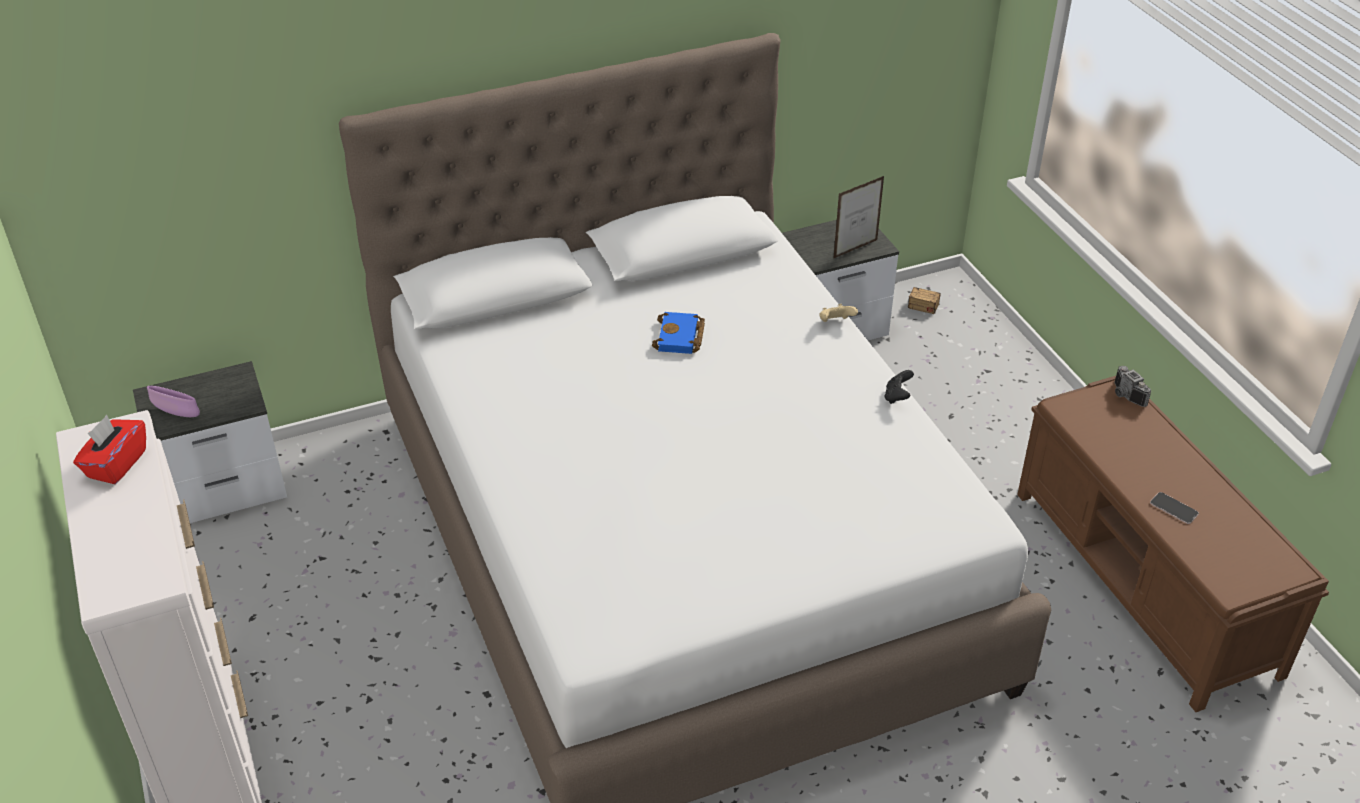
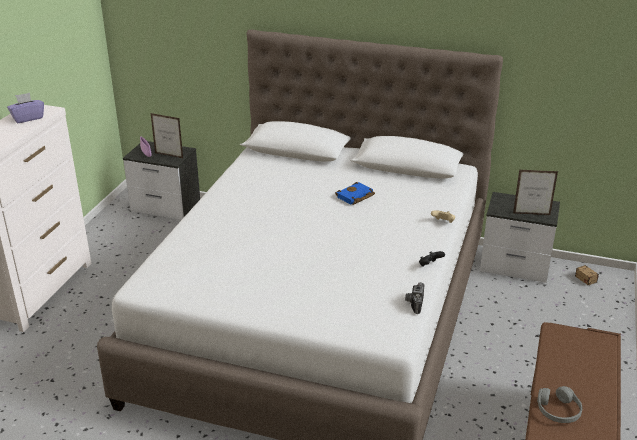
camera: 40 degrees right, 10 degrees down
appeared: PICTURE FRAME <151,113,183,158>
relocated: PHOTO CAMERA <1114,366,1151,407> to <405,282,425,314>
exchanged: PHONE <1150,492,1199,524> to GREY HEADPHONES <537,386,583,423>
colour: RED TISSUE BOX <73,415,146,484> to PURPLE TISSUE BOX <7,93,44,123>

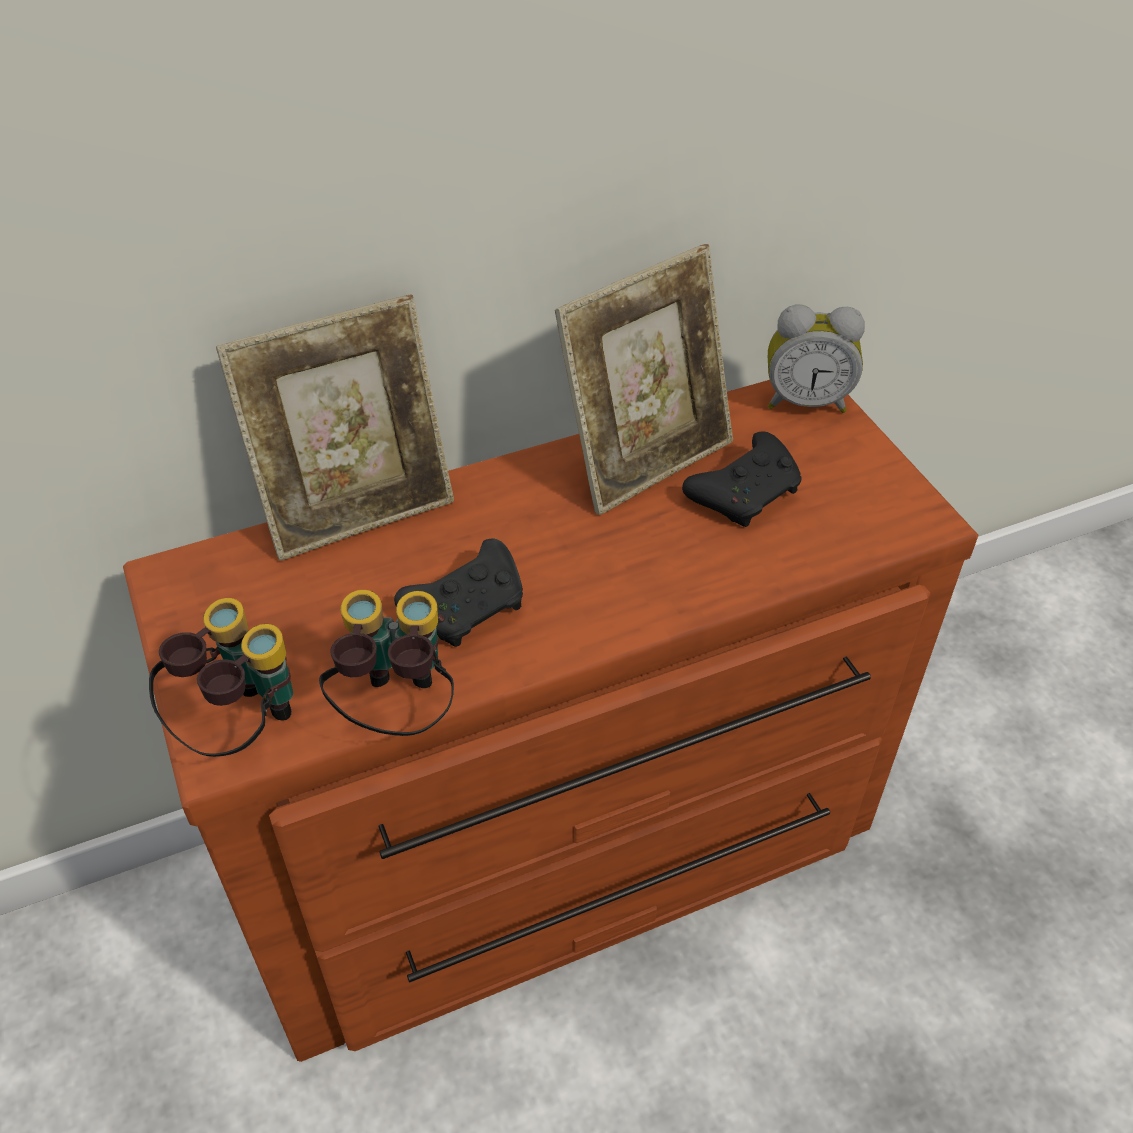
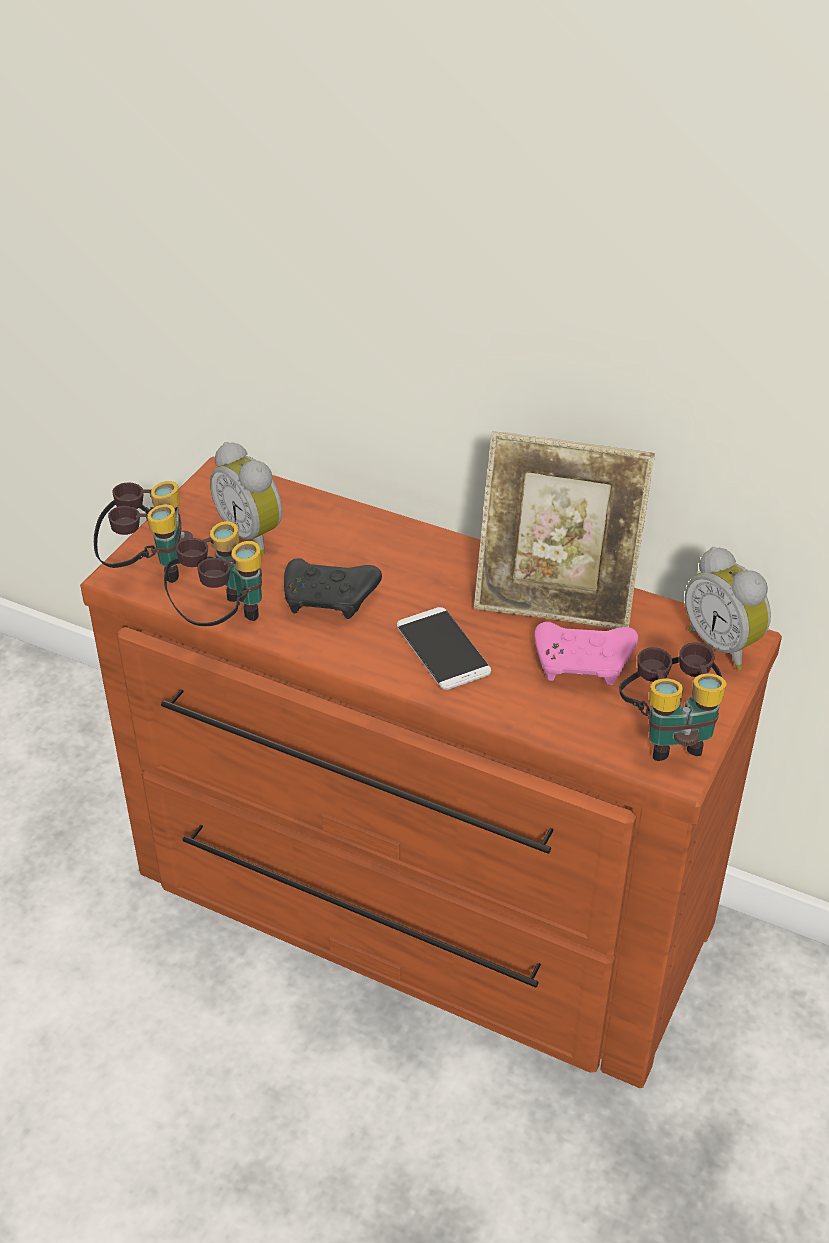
camera: 50 degrees right, 5 degrees down
missing: PICTURE FRAME <216,294,454,561>
appeared: ALARM CLOCK <210,442,282,555>; PHONE <397,607,491,690>; BINOCULARS <619,642,727,761>
colour: BLACK GAME CONTROLLER <682,431,802,527> to PINK GAME CONTROLLER <534,622,638,685>

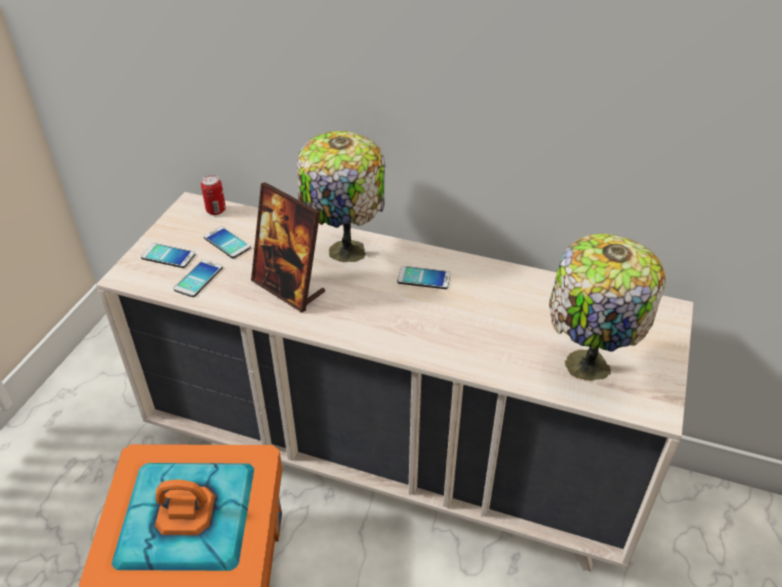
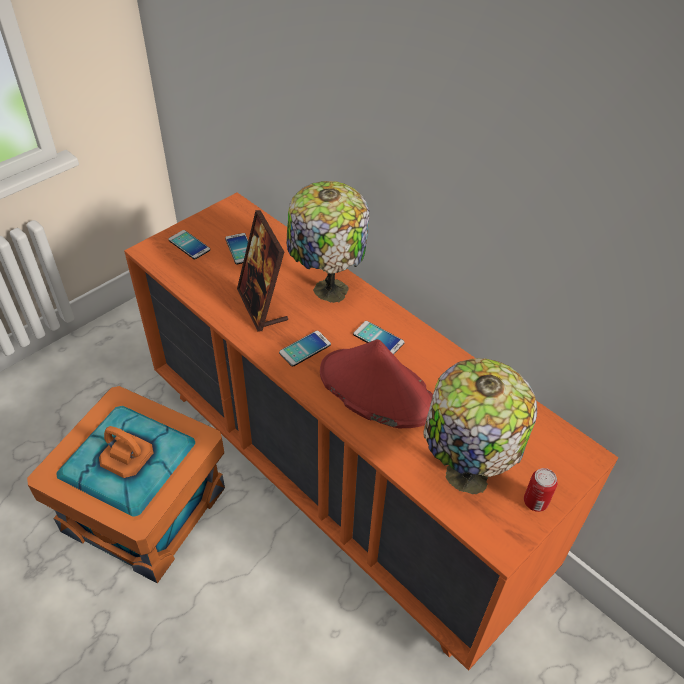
camera: 25 degrees right, 5 degrees up
appeared: RED HAT <320,339,433,428>
relocated: PHONE <174,259,223,297> to <279,331,331,367>; CAN <201,175,226,215> to <524,468,558,512>
colour: BEIGE DRESSER <96,192,694,572> to ORANGE DRESSER <124,193,618,671>

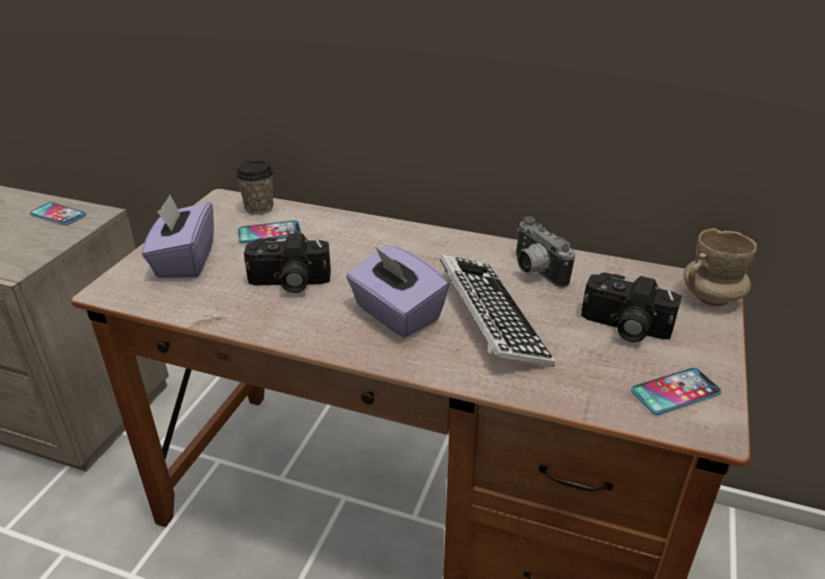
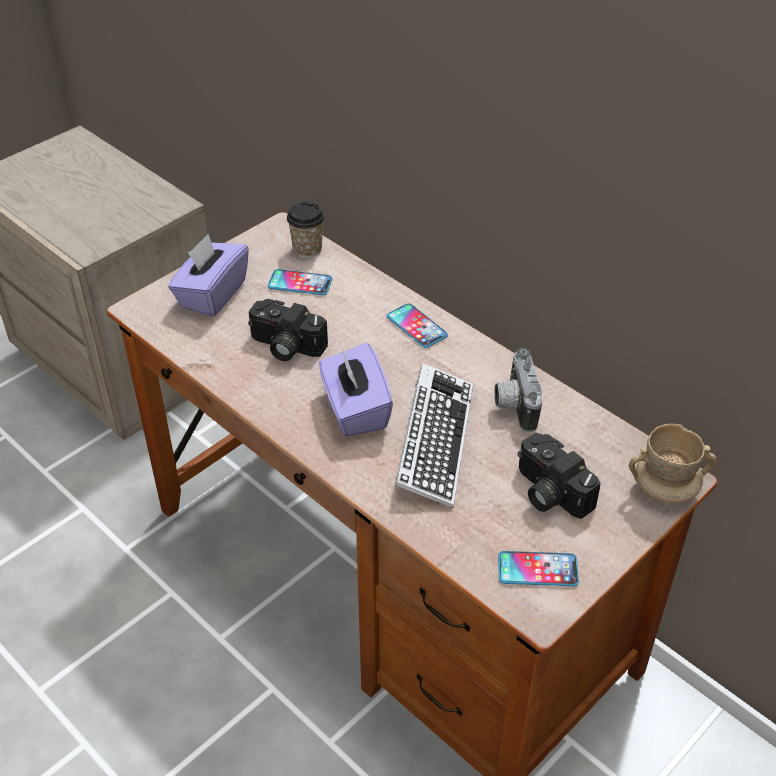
camera: 25 degrees right, 10 degrees up
relocated: PHONE <30,202,86,225> to <387,304,448,348>

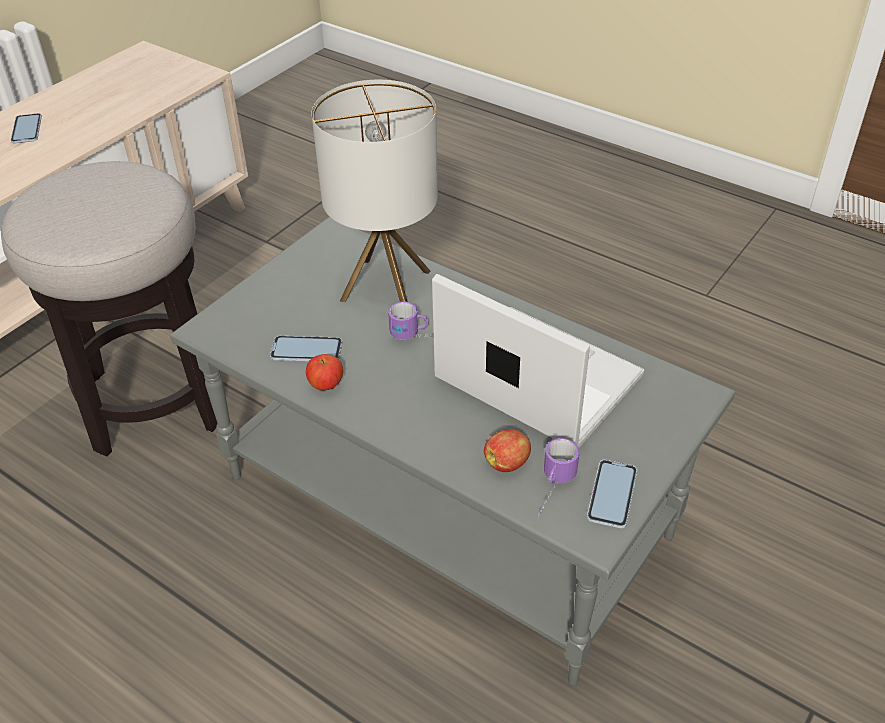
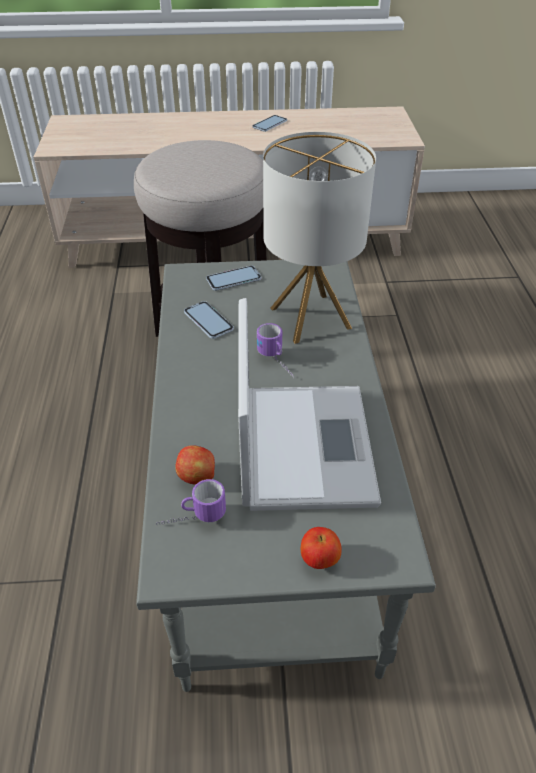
camera: 50 degrees right, 0 degrees up
relocated: PHONE <587,460,637,528> to <206,266,261,291>; APPLE <306,354,343,390> to <301,527,342,569>

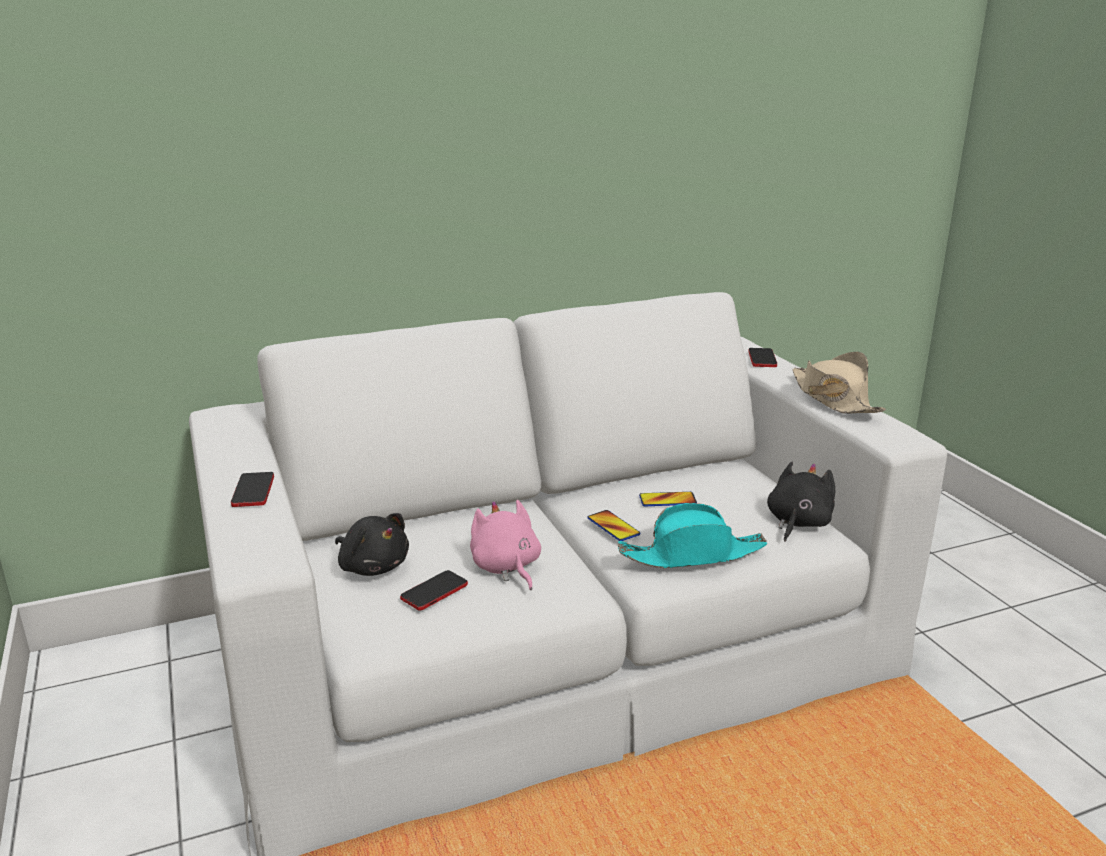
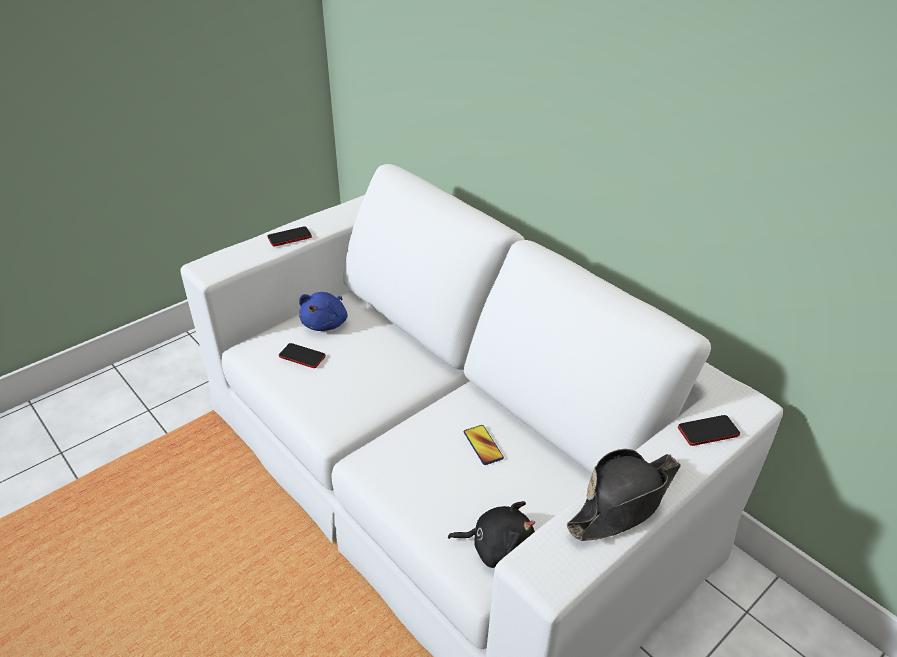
camera: 70 degrees right, 15 degrees up
missing: PINK PLUSH TOY <470,500,541,590>; PHONE <587,510,640,541>; TURQUOISE HAT <618,503,767,568>
colour: BLACK PLUSH TOY <335,513,409,576> to BLUE PLUSH TOY <299,292,347,331>; BEIGE HAT <793,352,886,414> to BLACK HAT <566,449,681,541>

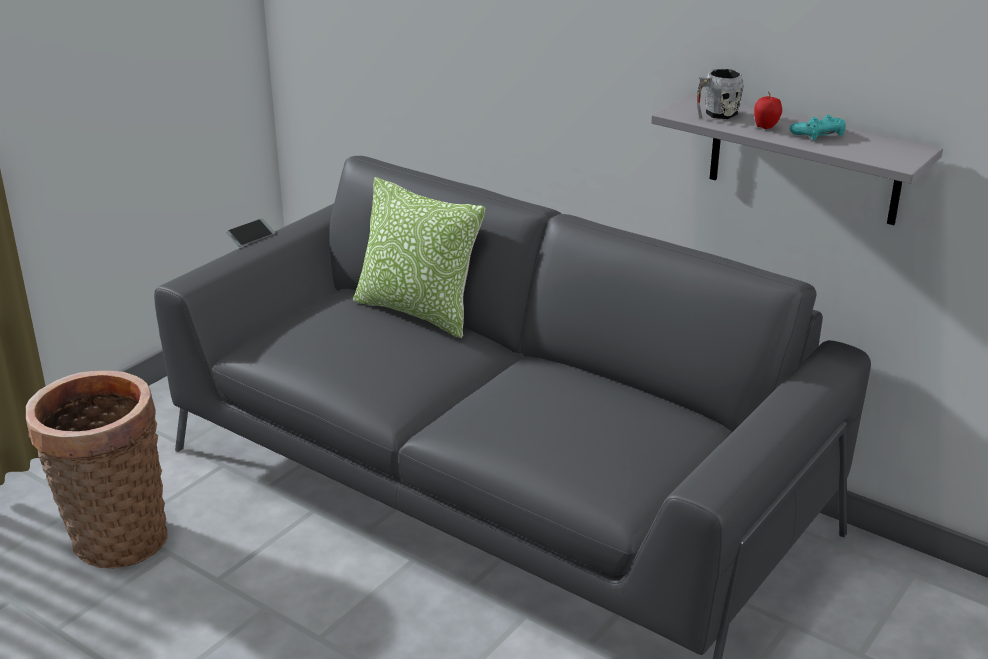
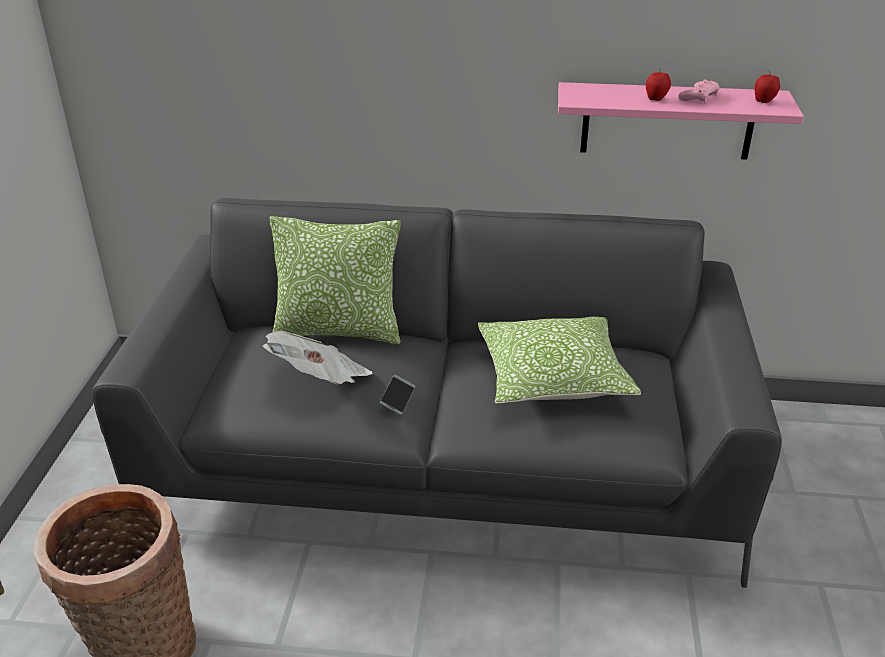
camera: 30 degrees left, 5 degrees up
missing: GREY MUG <697,69,744,119>
appeared: NEWSPAPER <262,331,372,385>; PILLOW <478,317,641,404>; APPLE <754,71,780,103>
relocated: PHONE <226,218,275,247> to <379,374,415,415>
colour: GREY SHELF <651,94,943,225> to PINK SHELF <558,82,804,160>; TURQUOISE GAME CONTROLLER <790,115,846,140> to PINK GAME CONTROLLER <678,79,720,103>

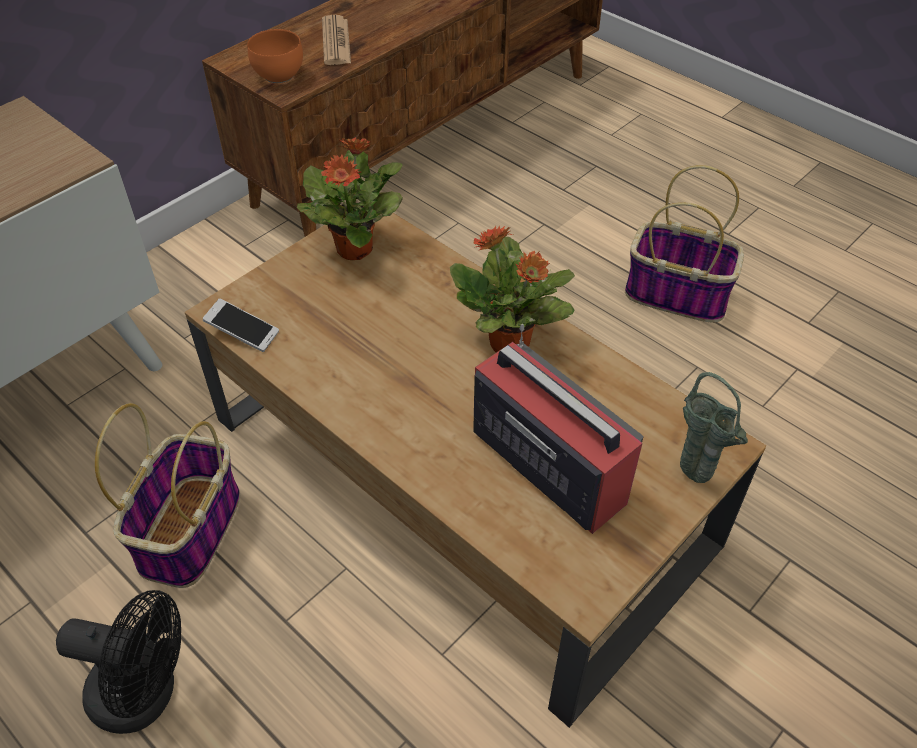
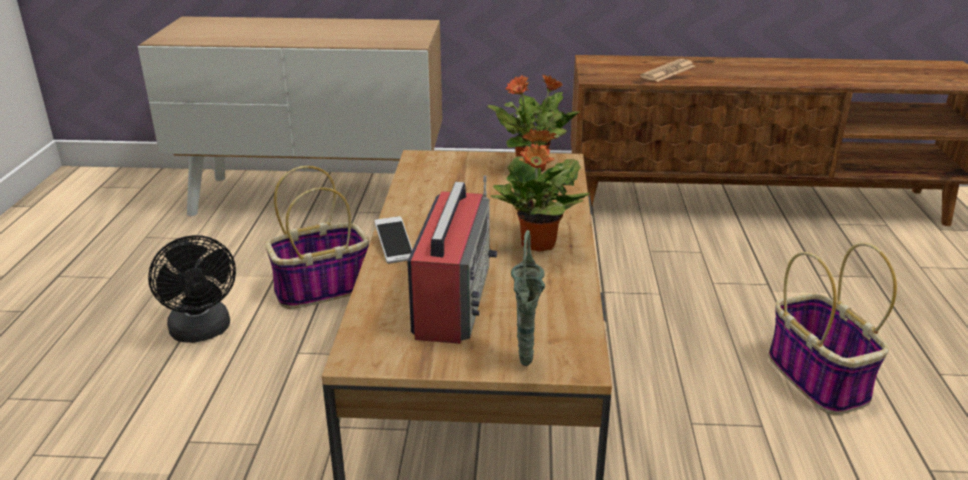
camera: 50 degrees right, 20 degrees down
missing: ORANGE BOWL <247,29,303,83>
relocated: PHONE <203,299,279,352> to <375,216,412,264>

